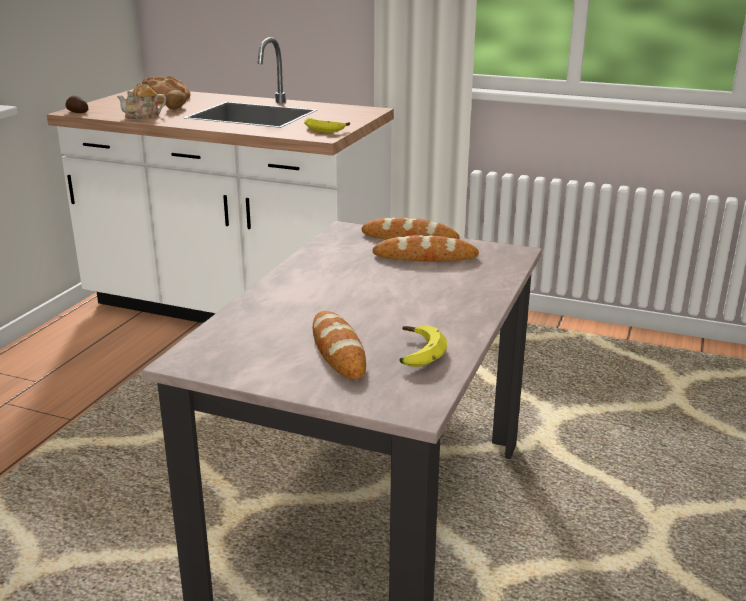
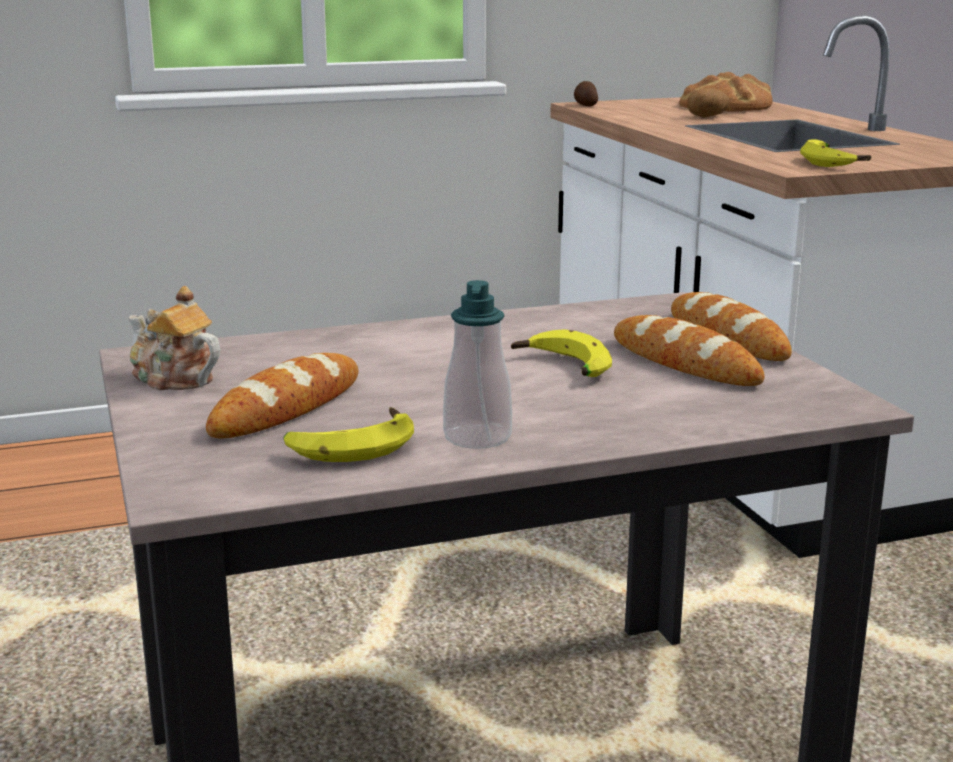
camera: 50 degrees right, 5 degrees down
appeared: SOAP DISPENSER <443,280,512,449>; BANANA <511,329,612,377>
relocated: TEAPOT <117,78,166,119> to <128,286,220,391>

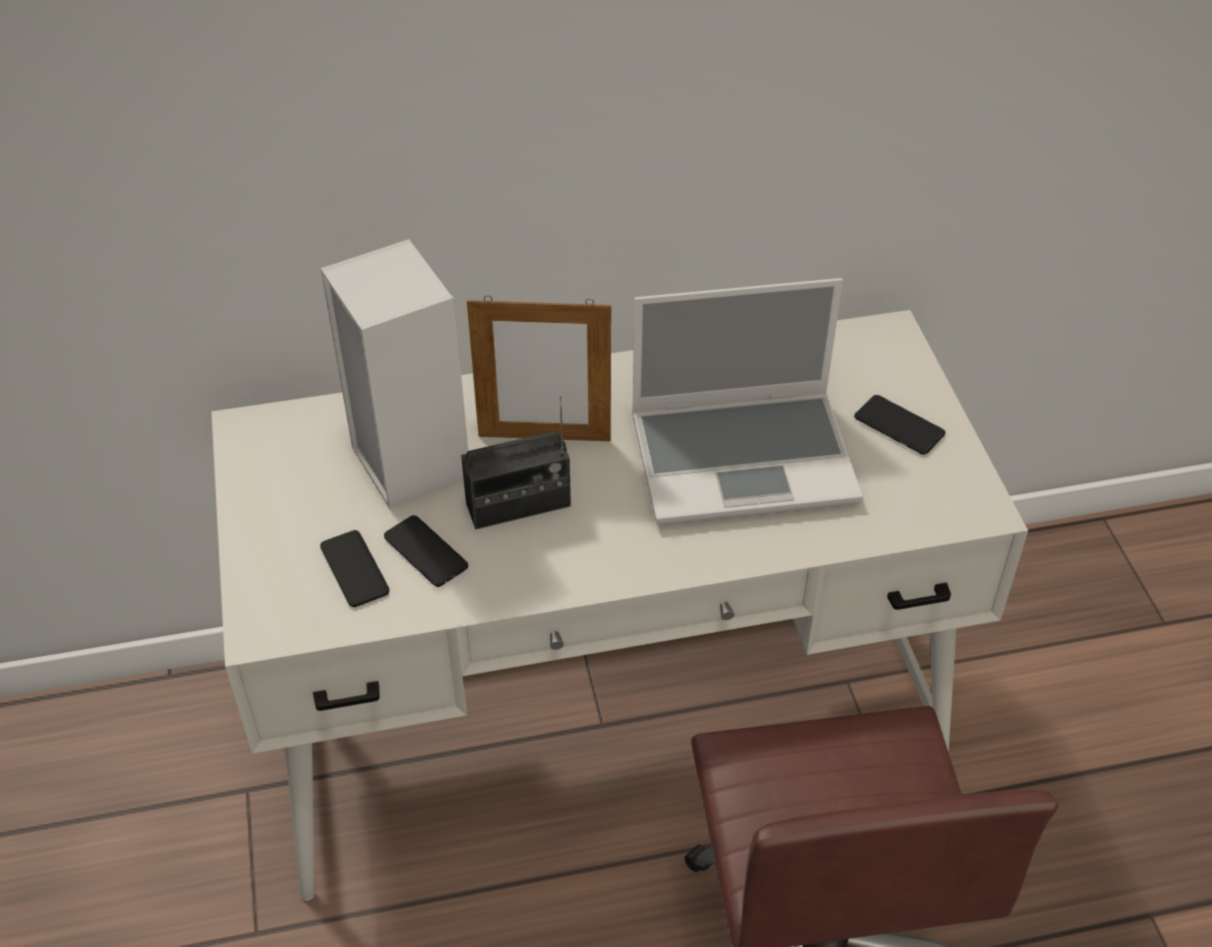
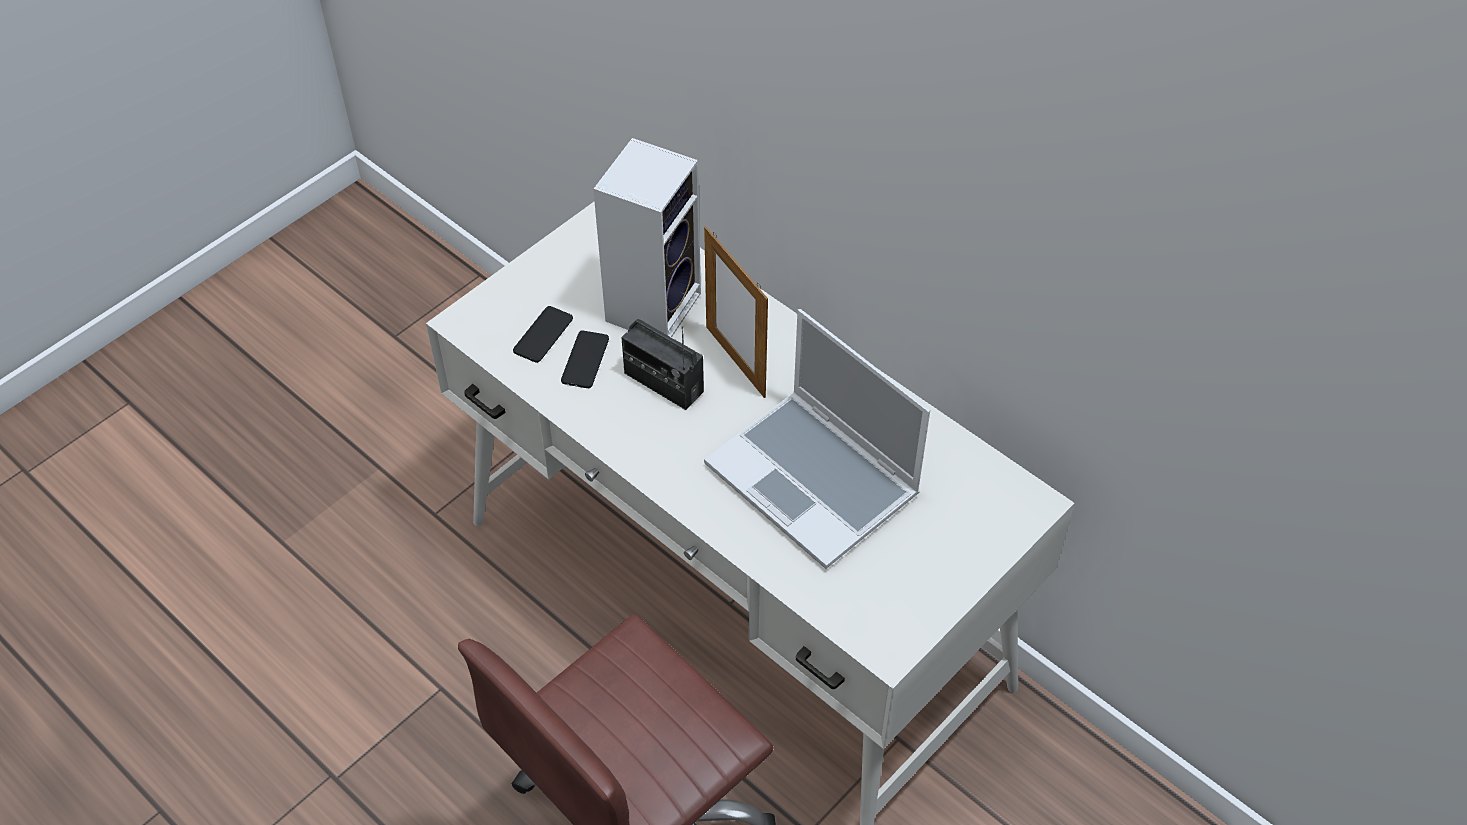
camera: 55 degrees right, 5 degrees up
missing: PHONE <854,395,946,455>

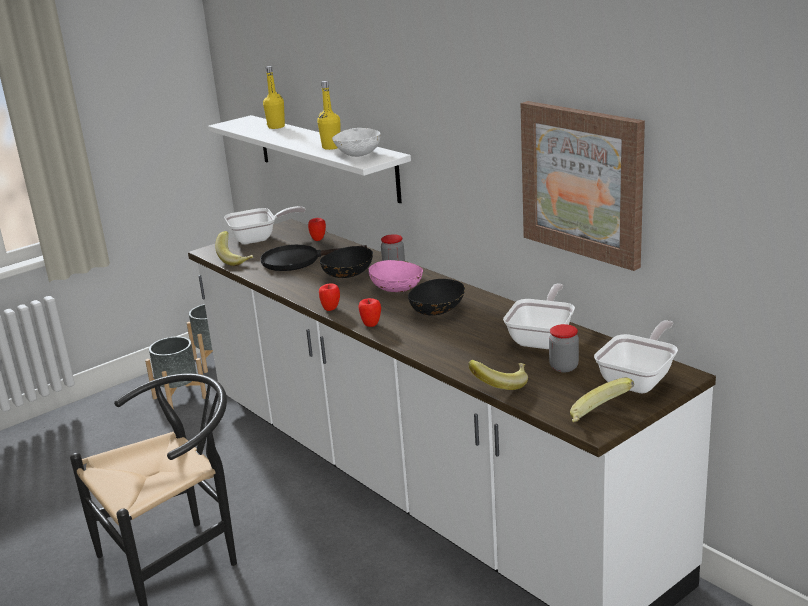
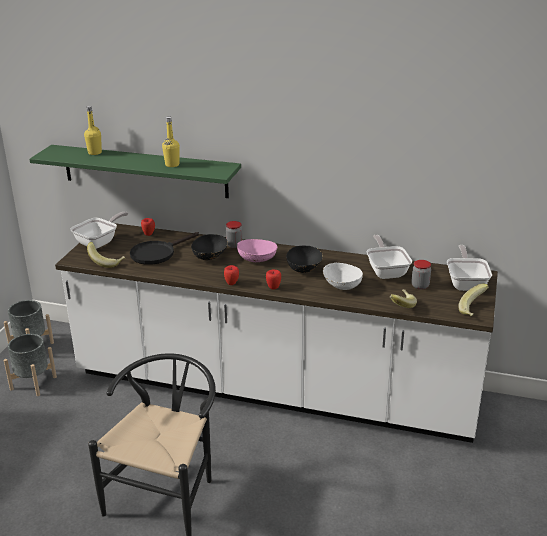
camera: 35 degrees left, 5 degrees up
missing: PICTURE <521,101,645,271>
relocated: WHITE BOWL <332,128,381,157> to <323,263,363,290>
colour: WHITE SHELF <208,115,411,203> to GREEN SHELF <29,145,241,198>

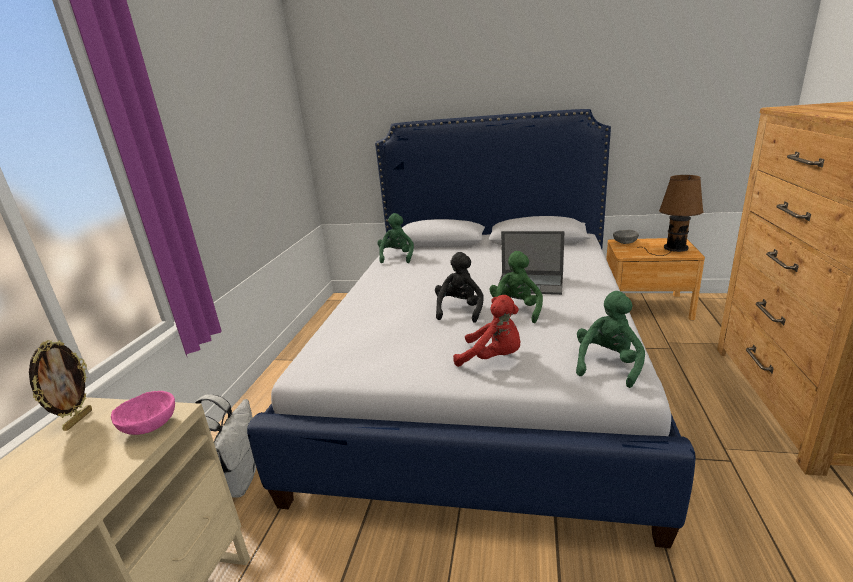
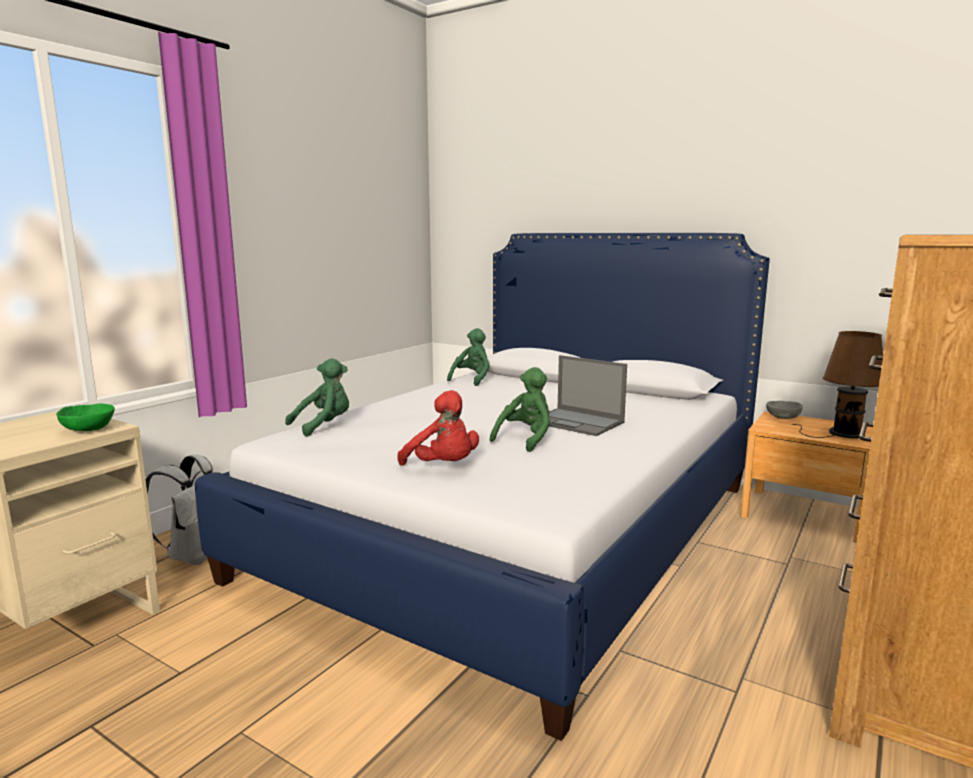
camera: 20 degrees right, 10 degrees down
missing: PICTURE FRAME <29,340,92,431>; BLACK PLUSH TOY <435,252,484,323>
relocated: GREEN PLUSH TOY <576,291,645,388> to <285,358,349,437>
colour: PINK BOWL <111,391,175,435> to GREEN BOWL <56,403,115,431>

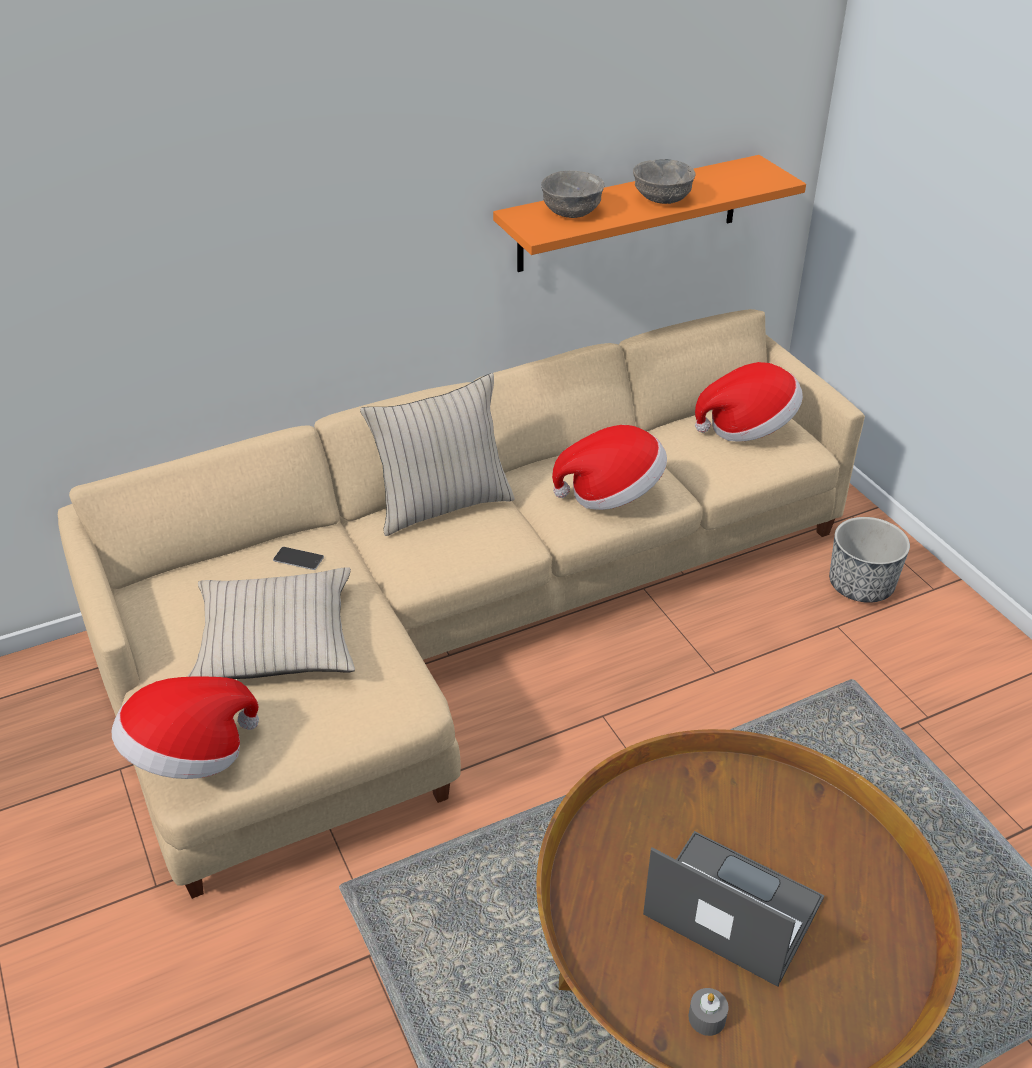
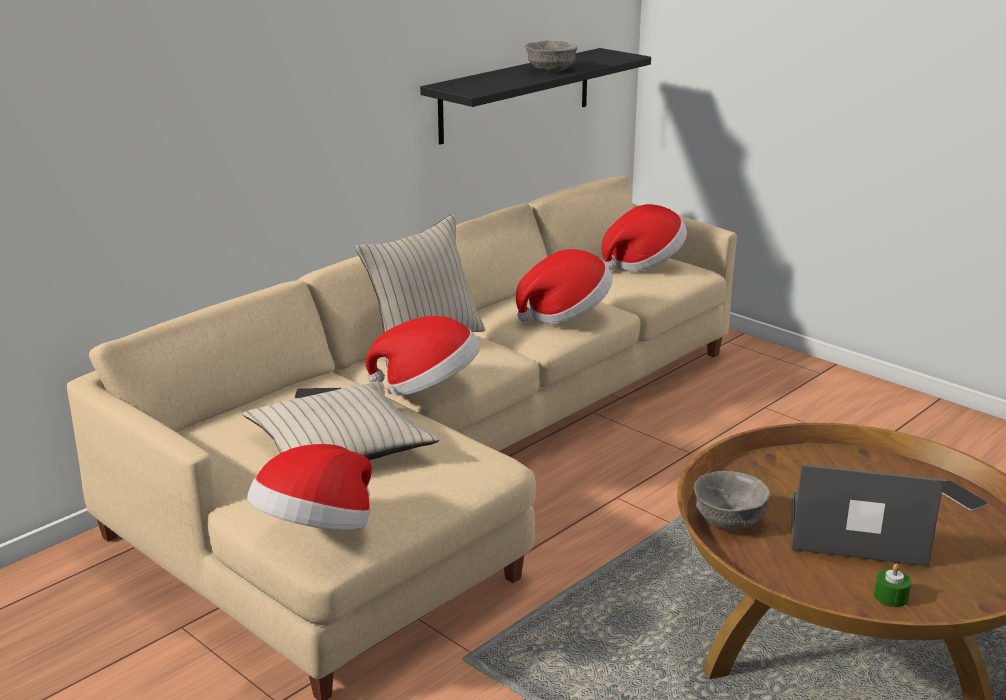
camera: 20 degrees left, 15 degrees down
missing: PLANTER <829,517,910,603>
appeared: HAT <366,316,480,396>; PHONE <942,480,988,511>
relocated: GREY BOWL <541,171,604,218> to <694,471,770,530>
colour: ORANGE SHELF <493,155,806,272> to BLACK SHELF <420,48,651,145>; GREY CANDLE <689,988,728,1036> to GREEN CANDLE <874,563,912,607>

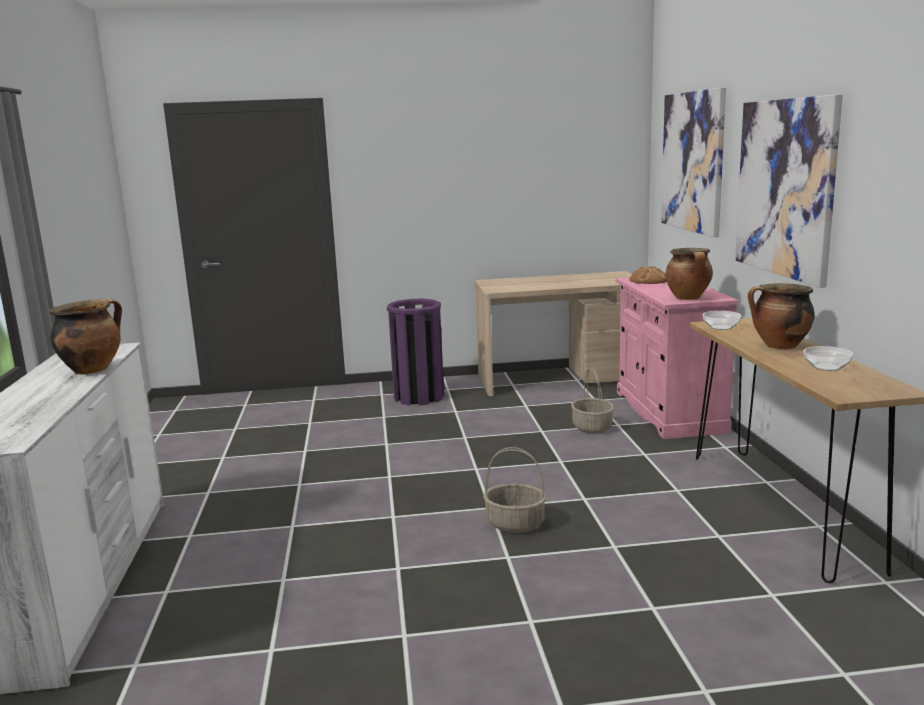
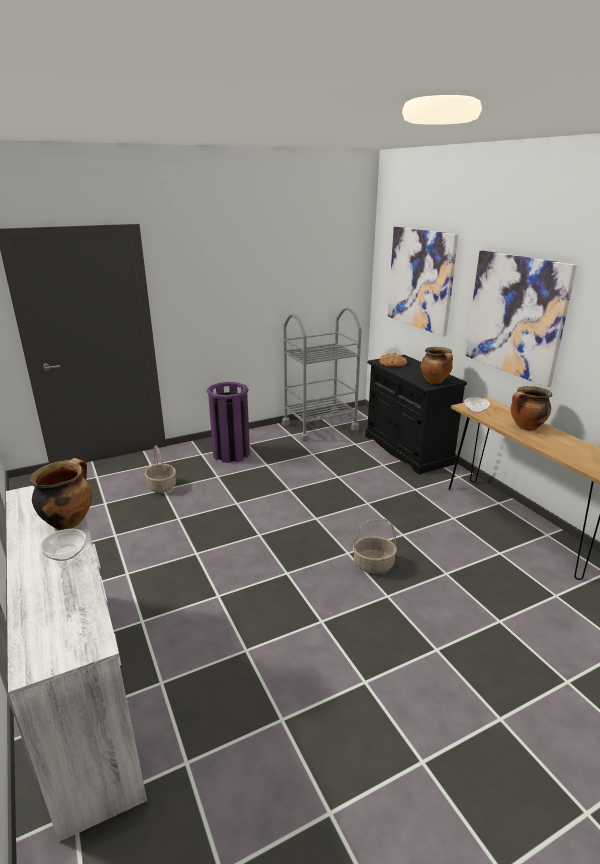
camera: 20 degrees left, 10 degrees up
relocated: BOWL <804,346,853,371> to <40,529,86,561>; BASKET <571,367,614,434> to <145,445,176,493>
exchanged: BEIGE DESK <475,271,632,396> to GREY CART <282,307,362,442>
colour: PINK CABINET <616,277,739,439> to BLACK CABINET <365,355,467,474>

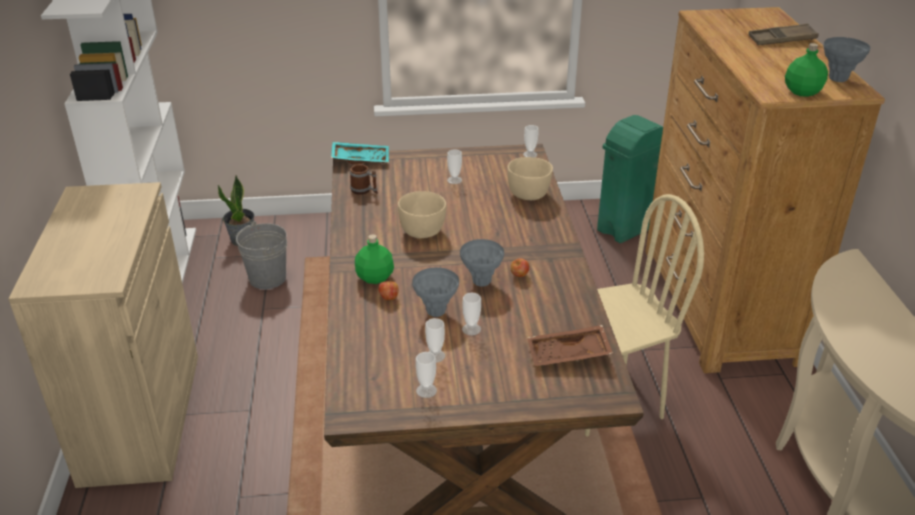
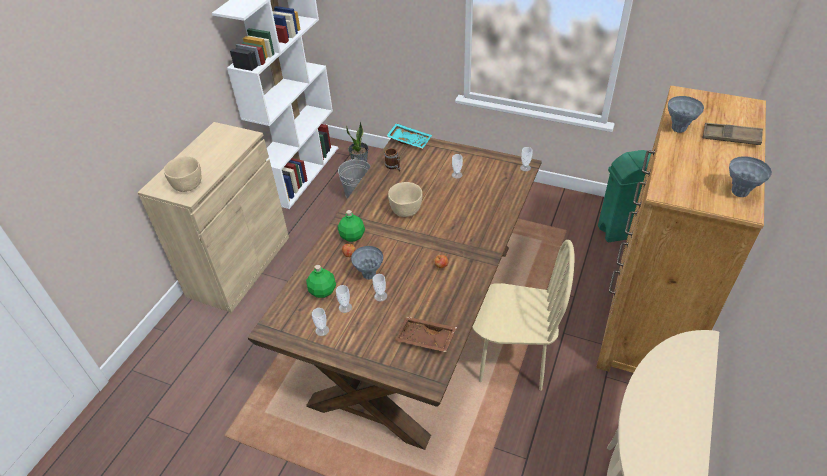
camera: 30 degrees right, 10 degrees up
relocated: BEIGE BOWL <507,157,553,200> to <164,156,201,192>; GREEN BOTTLE <785,43,828,97> to <306,265,336,298>; GREY VASE <460,239,504,287> to <668,96,704,133>

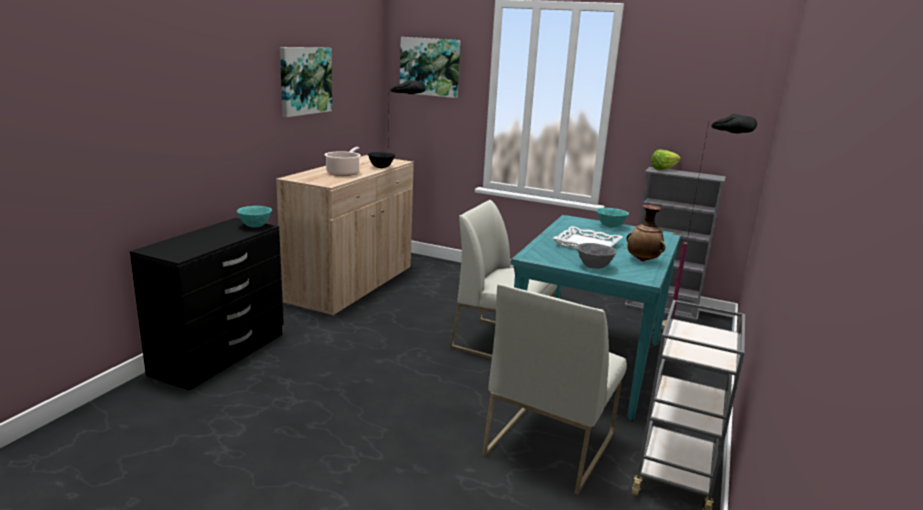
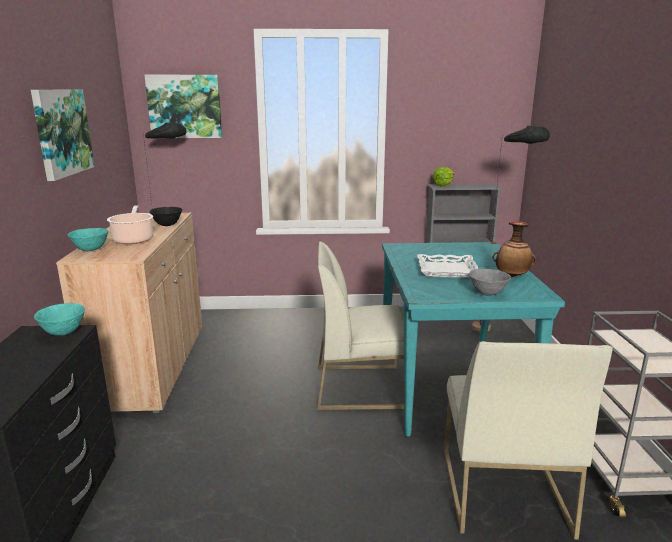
camera: 25 degrees left, 0 degrees up
relocated: TURQUOISE BOWL <596,208,629,228> to <67,228,108,251>

